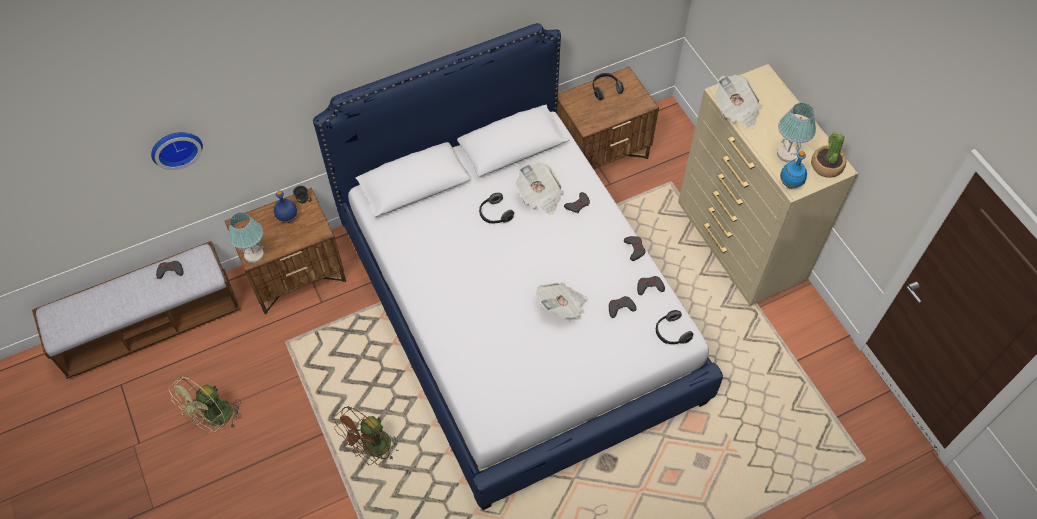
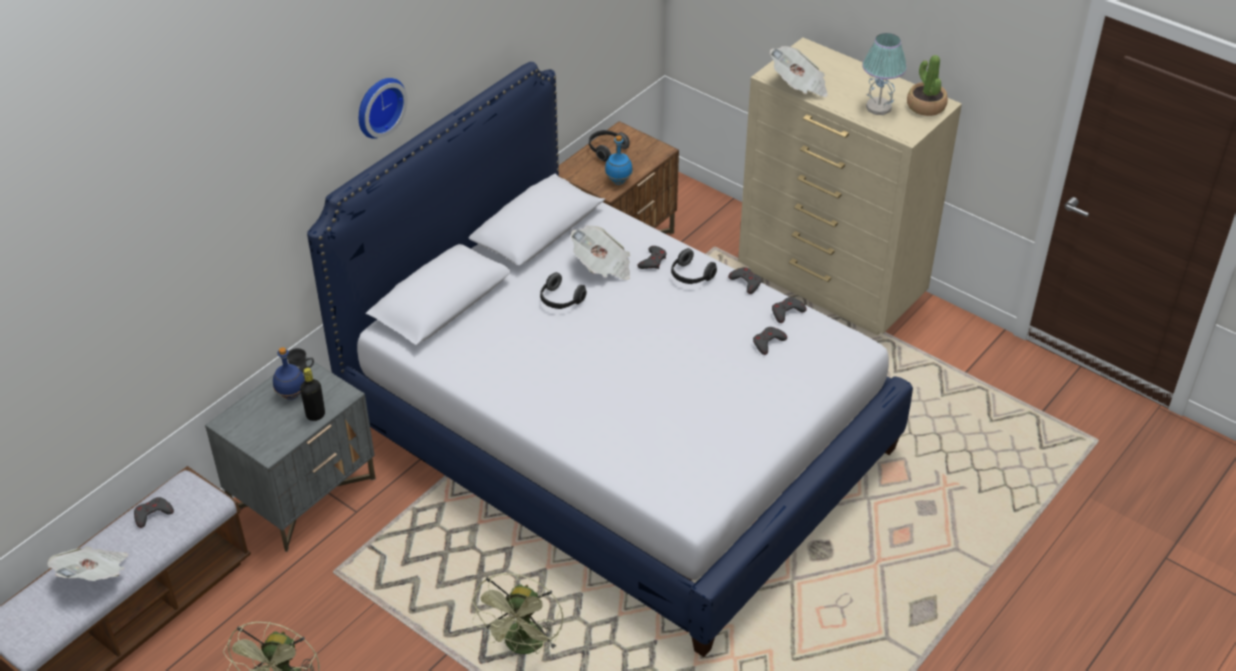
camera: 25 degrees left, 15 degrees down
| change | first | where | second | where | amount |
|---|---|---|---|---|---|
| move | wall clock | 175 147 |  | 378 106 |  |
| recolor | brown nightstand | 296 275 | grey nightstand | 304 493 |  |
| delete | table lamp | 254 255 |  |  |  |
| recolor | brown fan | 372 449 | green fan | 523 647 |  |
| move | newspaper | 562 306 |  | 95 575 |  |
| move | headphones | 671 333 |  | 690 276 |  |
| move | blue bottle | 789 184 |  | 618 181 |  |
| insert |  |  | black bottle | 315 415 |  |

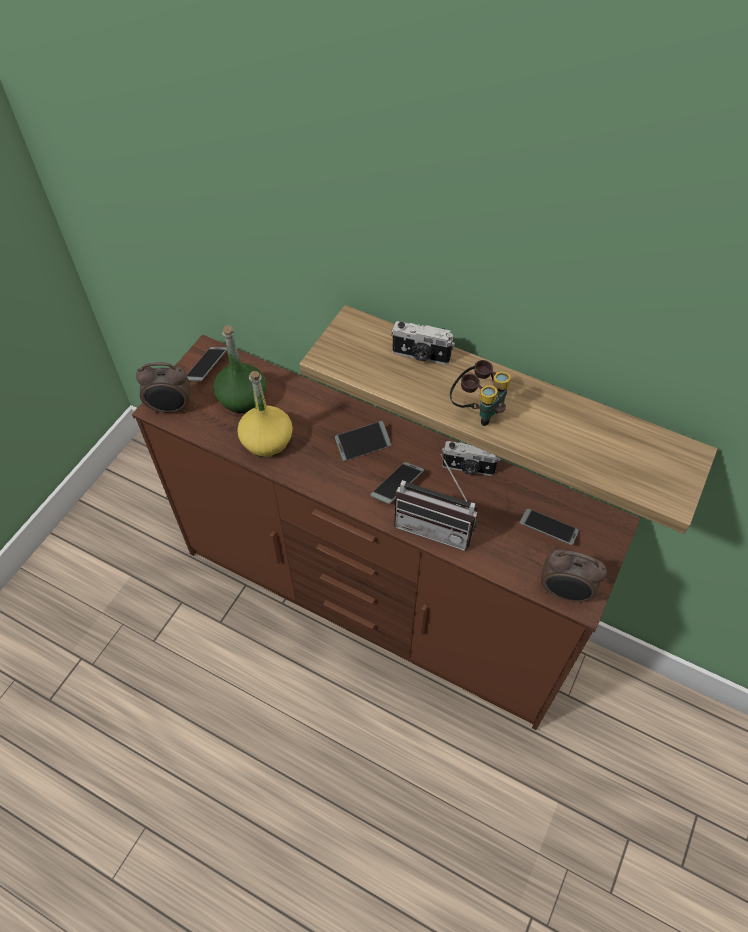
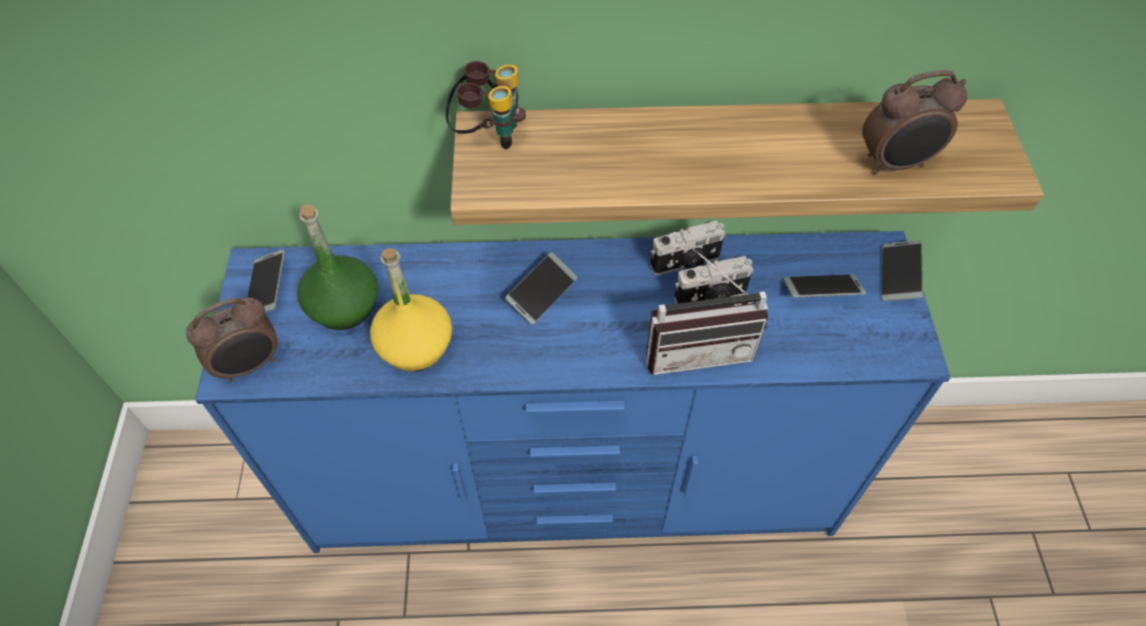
camera: 30 degrees left, 0 degrees up
| change | first | where | second | where | amount |
|---|---|---|---|---|---|
| recolor | brown dresser | 375 599 | blue dresser | 574 487 |  |
| move | phone | 397 486 |  | 899 275 |  |
| move | photo camera | 421 356 |  | 711 297 |  |
| move | binoculars | 477 409 |  | 488 134 |  |
| move | alarm clock | 564 592 |  | 896 164 |  |

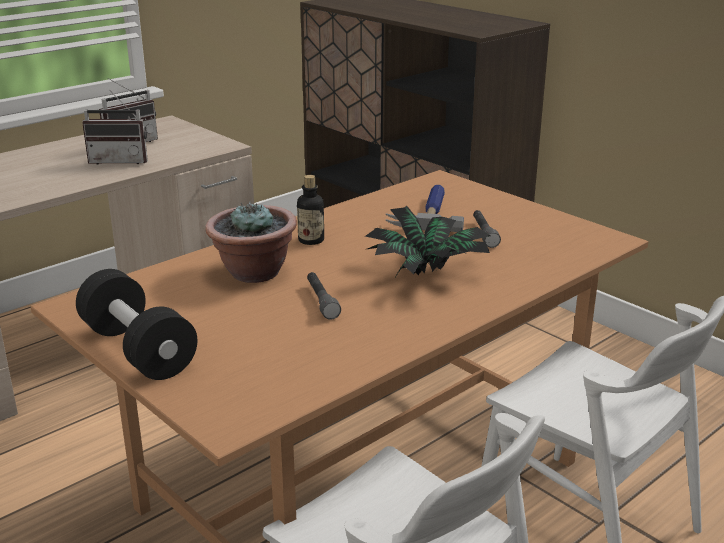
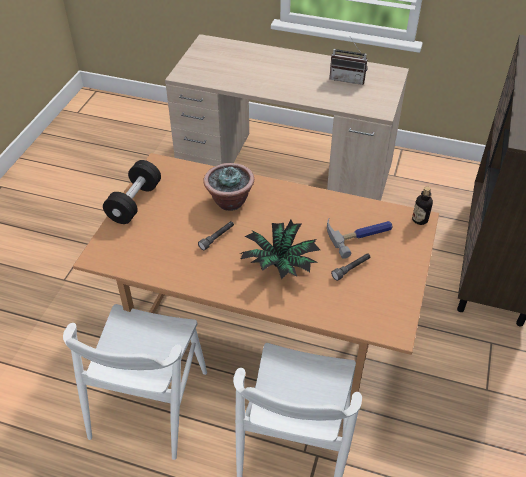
camera: 60 degrees right, 20 degrees up
| change | first | where | second | where | amount |
|---|---|---|---|---|---|
| delete | radio | 120 160 |  |  |  |
| move | bottle | 311 240 |  | 420 219 |  |

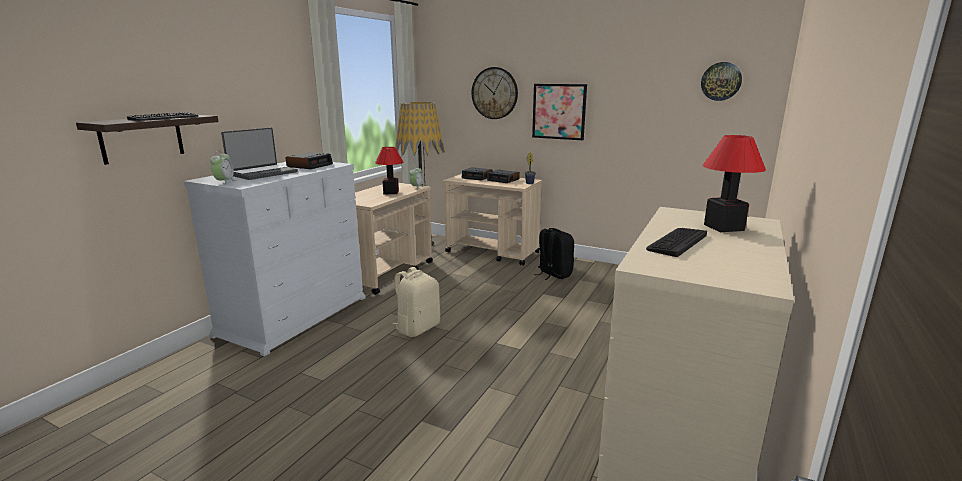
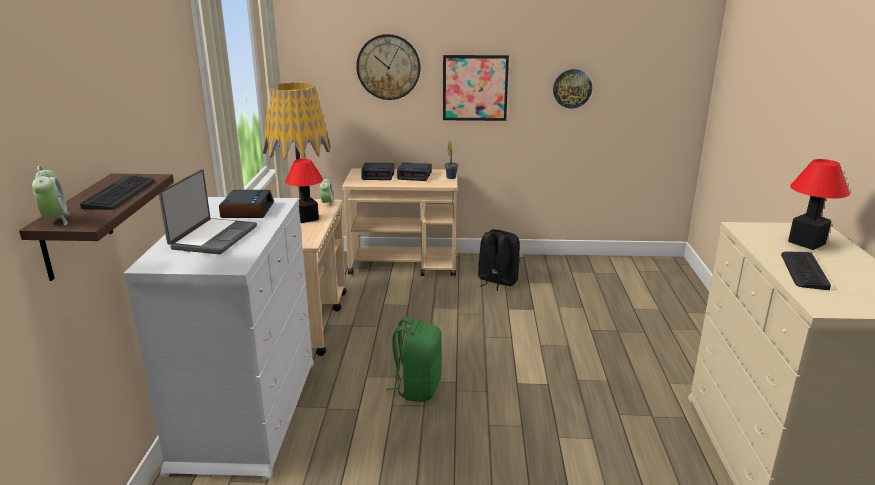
camera: 25 degrees left, 5 degrees up
| change | first | where | second | where | amount |
|---|---|---|---|---|---|
| move | alarm clock | 224 182 |  | 55 220 |  |
| recolor | beige backpack | 417 328 | green backpack | 418 388 |  |
| move | wall clock | 721 81 |  | 572 88 |  |

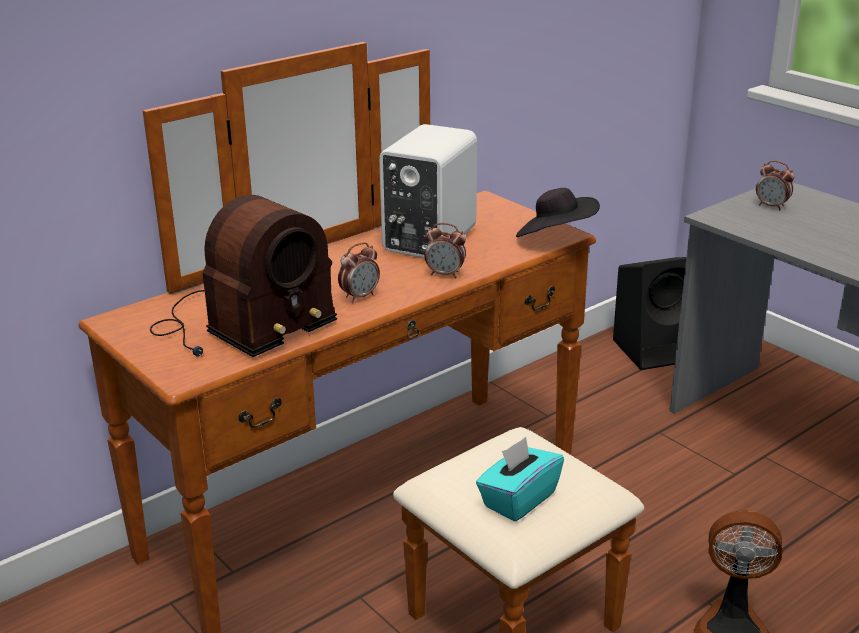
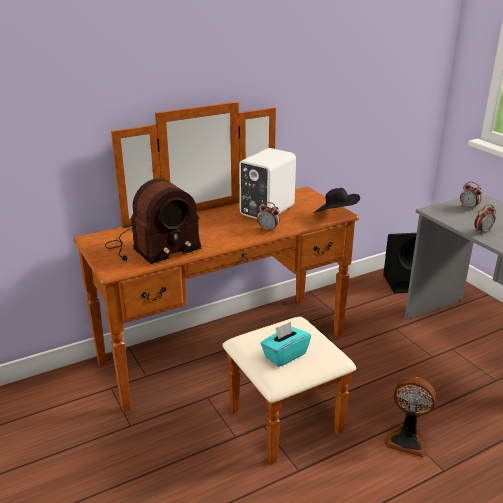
camera: 10 degrees right, 0 degrees up
| change | first | where | second | where | amount |
|---|---|---|---|---|---|
| move | alarm clock | 360 296 |  | 482 231 |  |

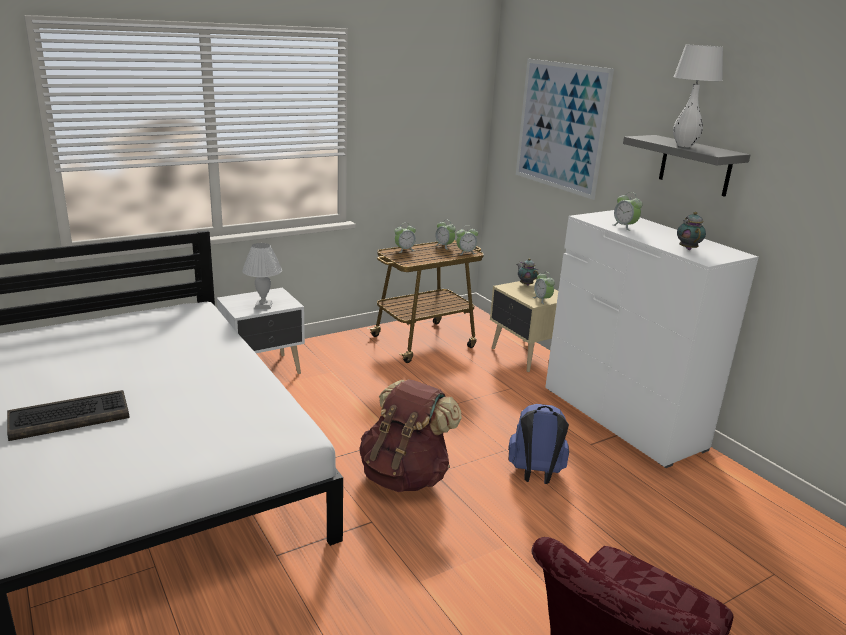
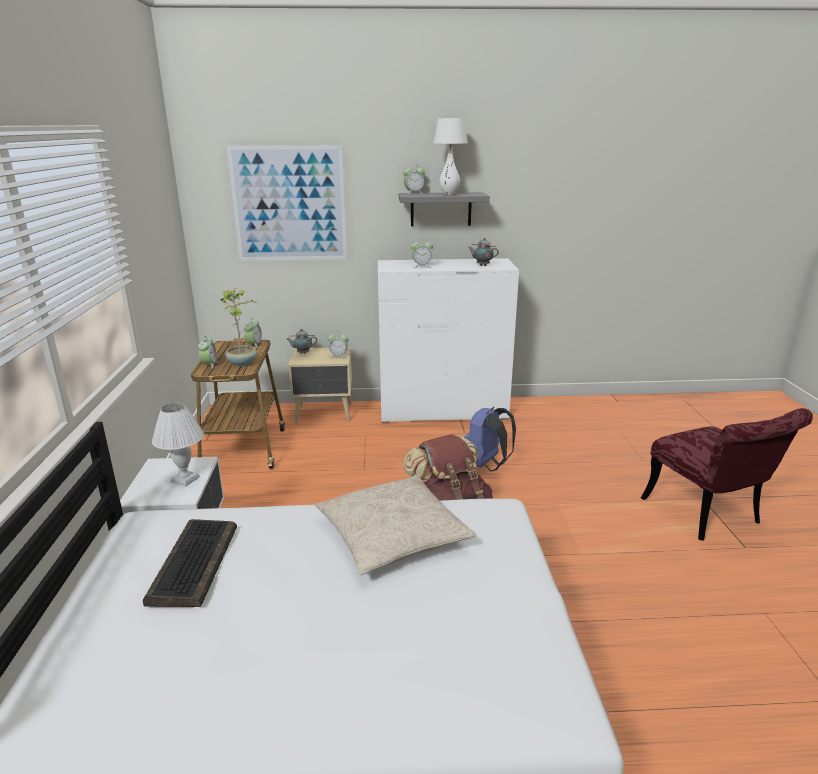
camera: 60 degrees left, 0 degrees up
| change | first | where | second | where | amount |
|---|---|---|---|---|---|
| move | keyboard | 71 417 |  | 193 562 |  |
| move | alarm clock | 444 246 |  | 414 193 |  |
| insert |  |  | potted plant | 243 363 |  |
| insert |  |  | beige pillow | 392 535 |  |

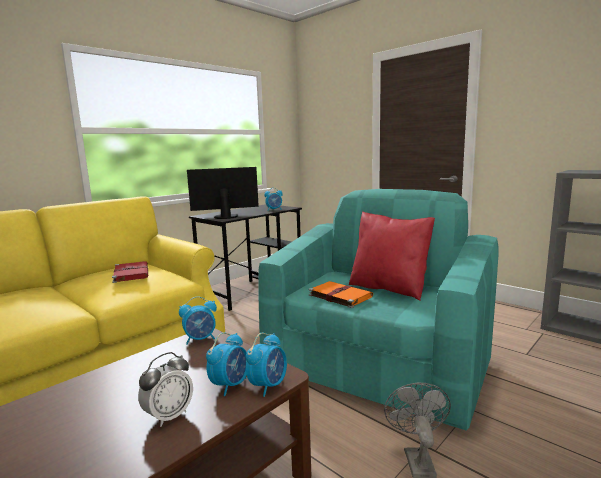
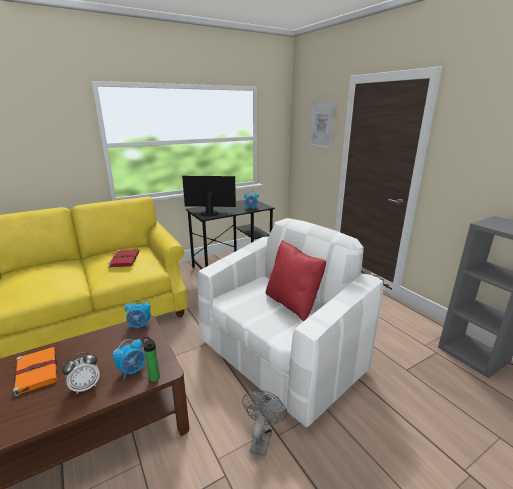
camera: 15 degrees right, 10 degrees up
| change | first | where | second | where | amount |
|---|---|---|---|---|---|
| replace | alarm clock | 268 385 | bottle | 153 377 |  |
| recolor | turquoise armchair | 377 368 | white armchair | 280 356 |  |
| move | orange book | 339 296 |  | 37 371 |  |
| insert |  |  | picture | 321 124 |  |

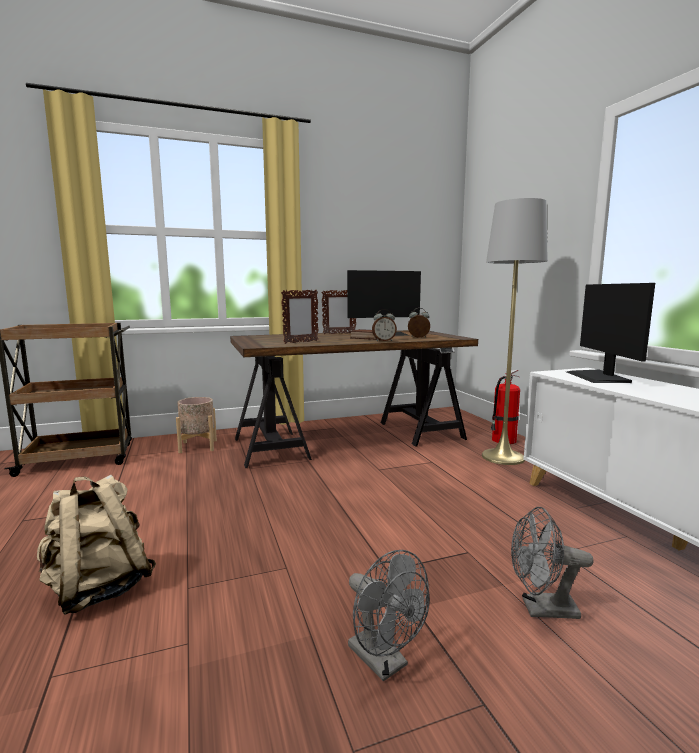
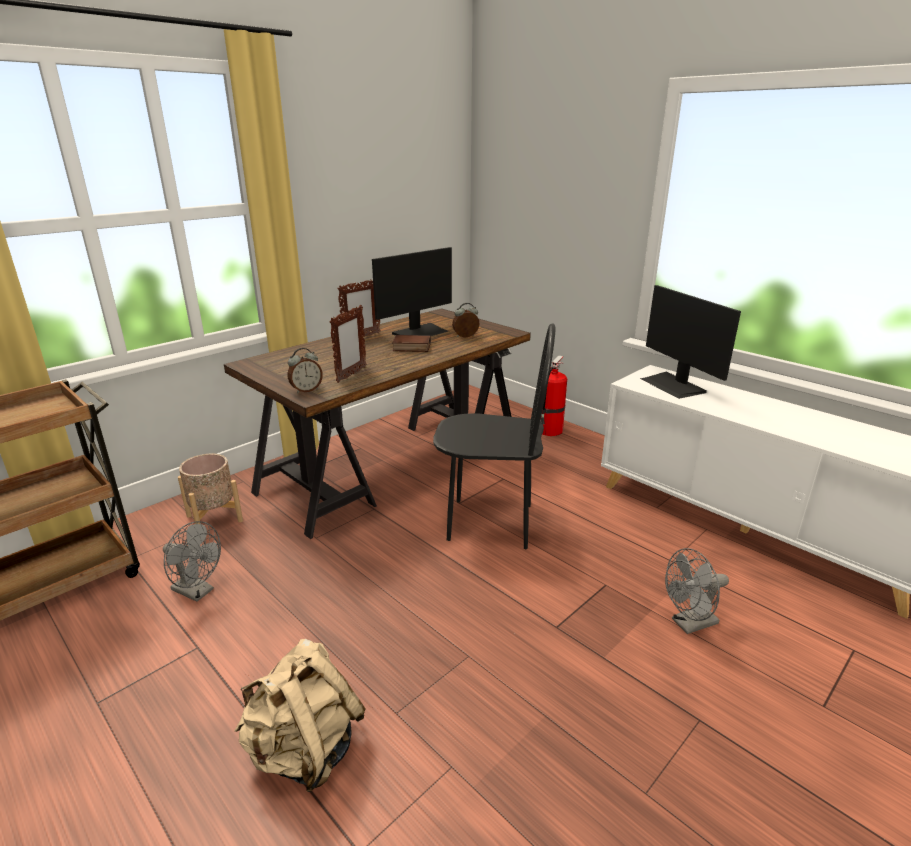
camera: 25 degrees left, 15 degrees up
| change | first | where | second | where | amount |
|---|---|---|---|---|---|
| move | grey fan | 384 662 |  | 198 591 |  |
| move | alarm clock | 383 341 |  | 306 390 |  |
| delete | grey floor lamp | 503 457 |  |  |  |
| insert |  |  | black chair | 490 522 |  |

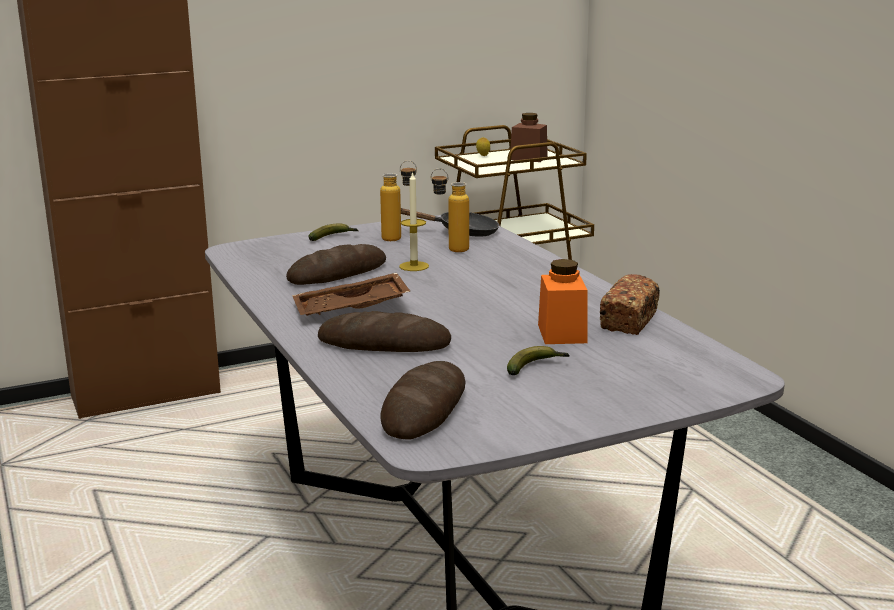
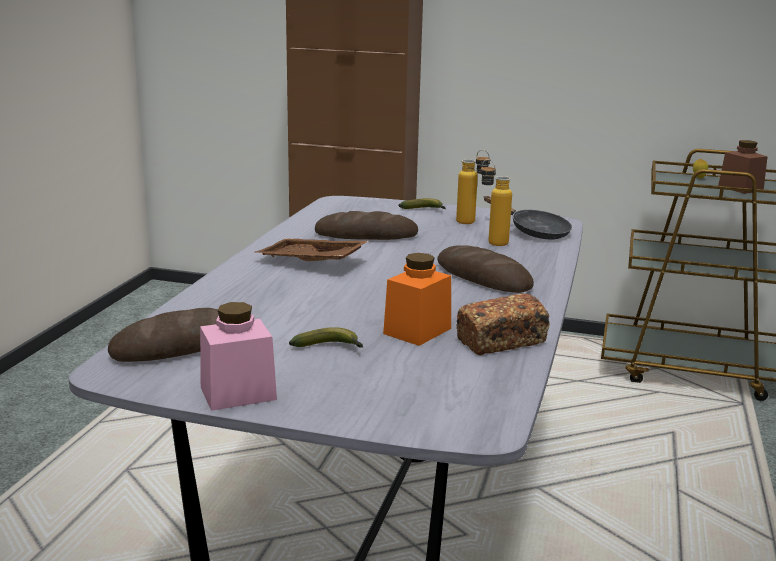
camera: 40 degrees right, 0 degrees up
| change | first | where | second | where | amount |
|---|---|---|---|---|---|
| move | bread | 384 343 |  | 483 277 |  |
| delete | candle | 414 266 |  |  |  |
| insert |  |  | pink jar | 238 393 |  |

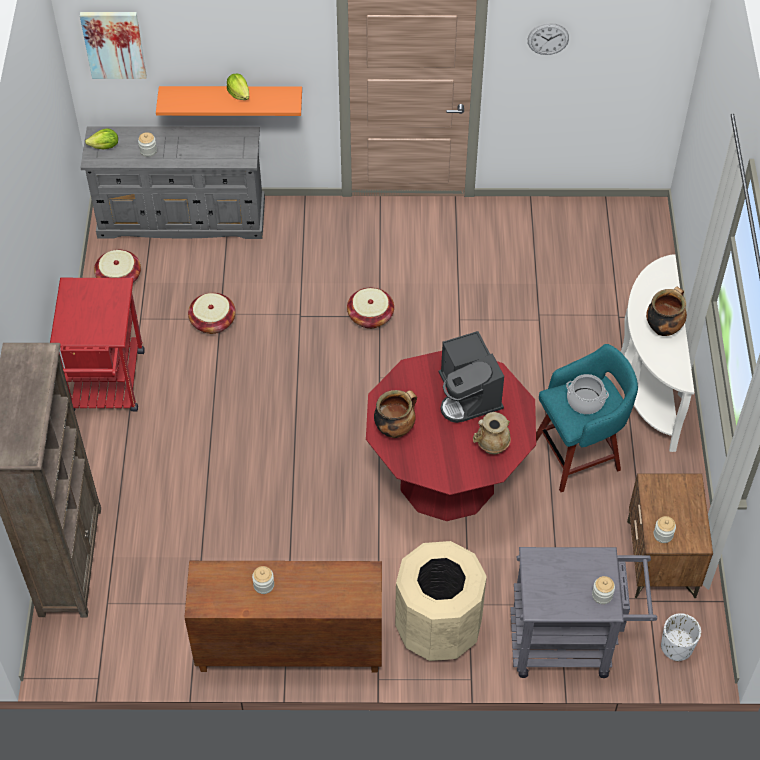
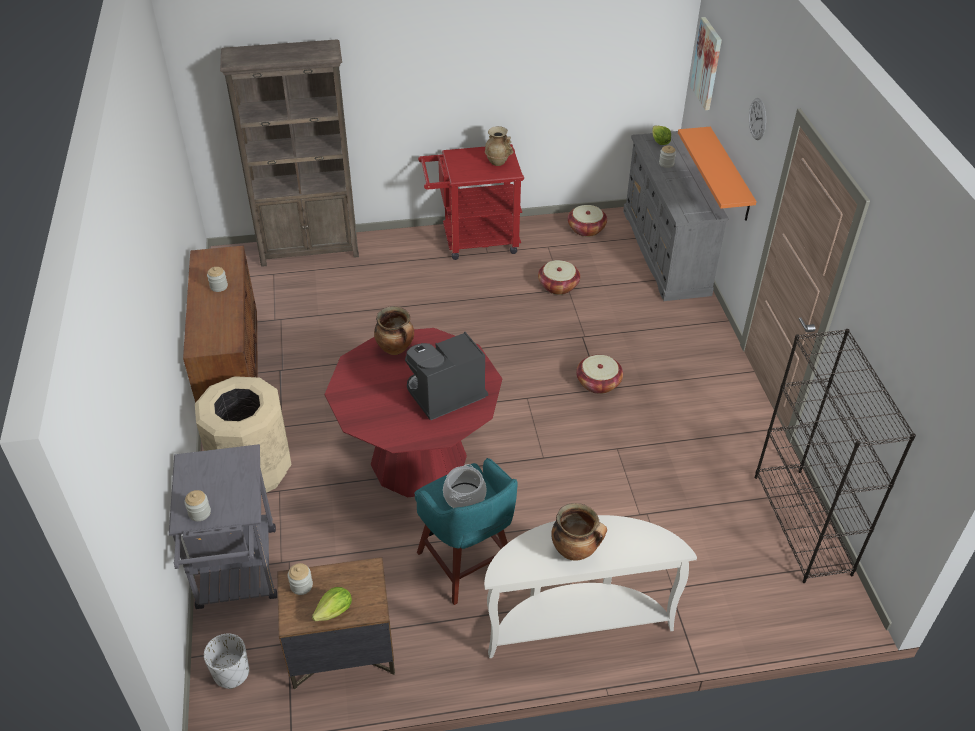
camera: 80 degrees right, 10 degrees down
| change | first | where | second | where | amount |
|---|---|---|---|---|---|
| move | lettuce | 239 94 |  | 335 612 |  |
| move | beige vase | 491 446 |  | 498 161 |  |
| move | wall clock | 548 39 |  | 757 119 |  |
| insert |  |  | black bookcase | 802 525 |  |

